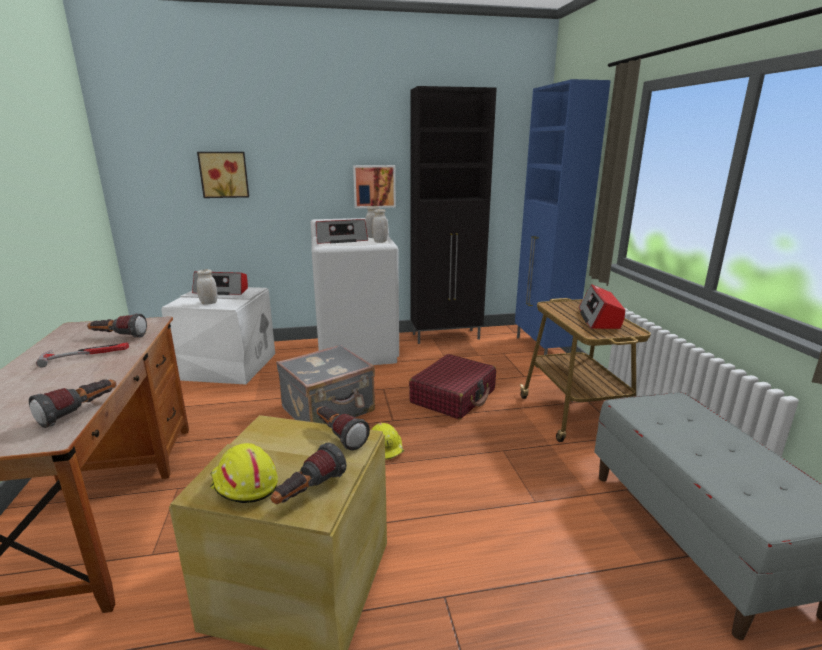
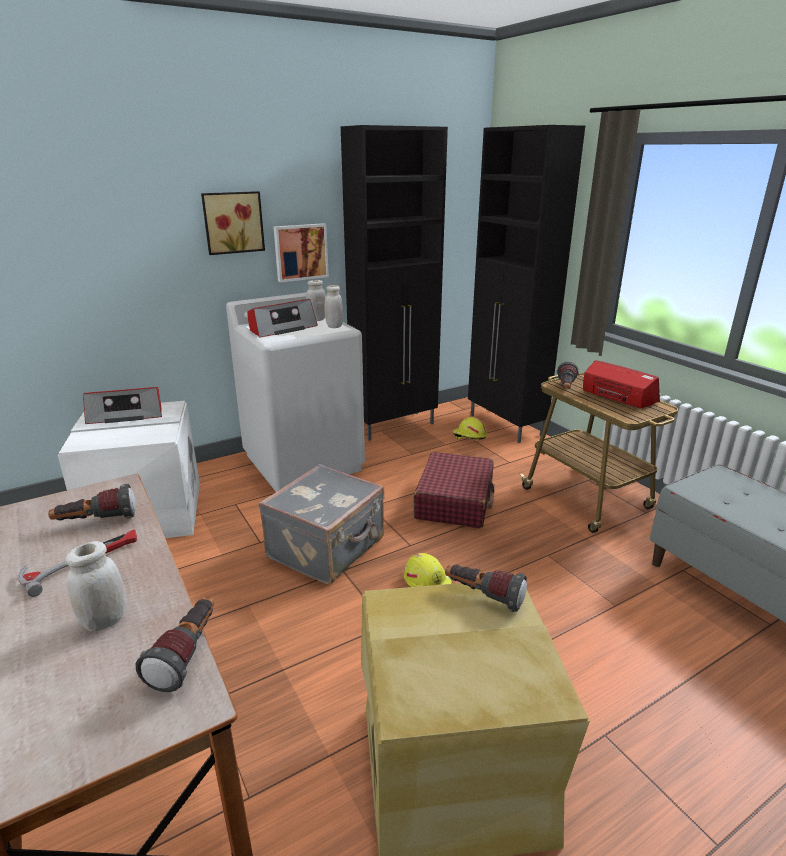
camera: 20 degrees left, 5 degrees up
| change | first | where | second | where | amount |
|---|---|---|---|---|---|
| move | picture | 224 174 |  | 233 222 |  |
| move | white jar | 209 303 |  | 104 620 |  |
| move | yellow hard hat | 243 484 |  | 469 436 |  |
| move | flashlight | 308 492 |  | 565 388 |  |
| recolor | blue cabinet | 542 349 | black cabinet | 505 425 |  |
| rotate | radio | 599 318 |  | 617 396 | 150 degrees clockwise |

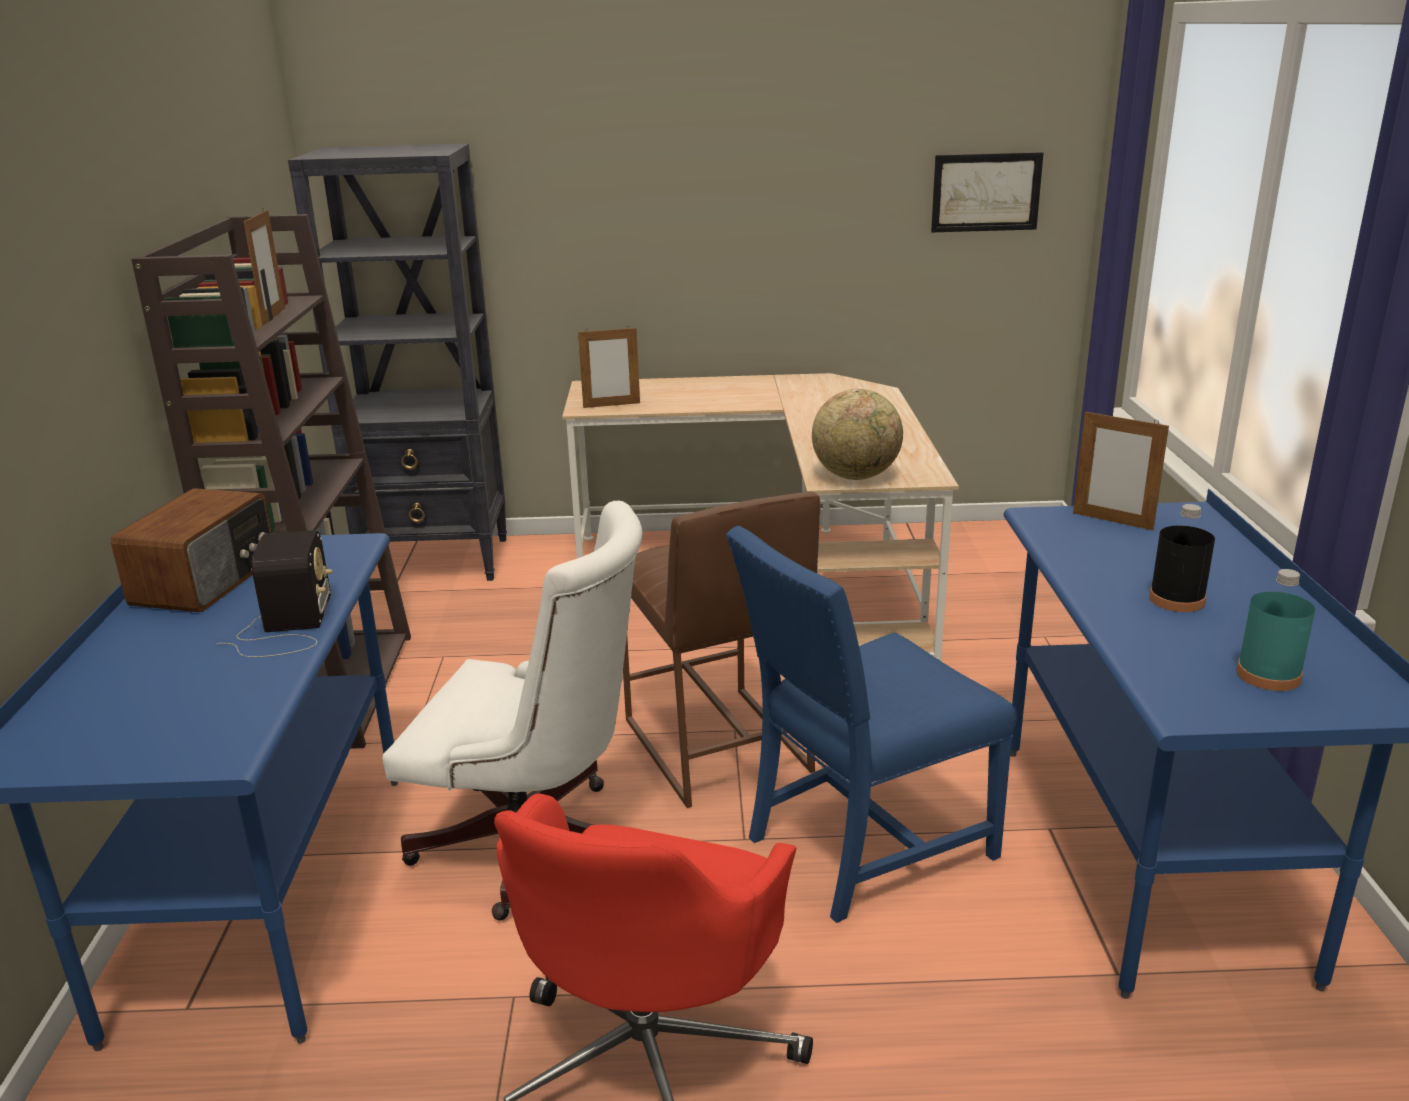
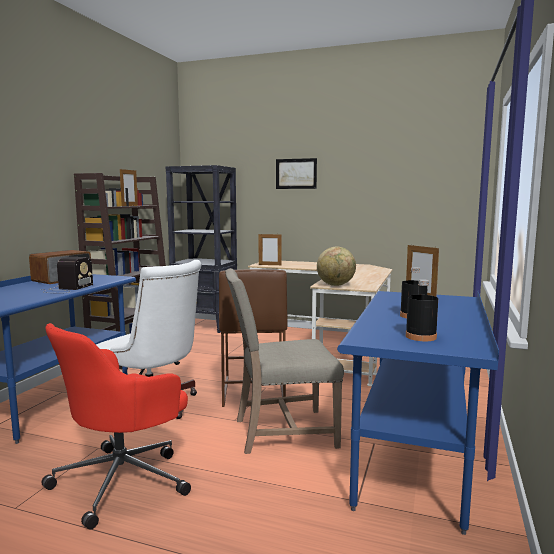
camera: 20 degrees right, 15 degrees down
| change | first | where | second | where | amount |
|---|---|---|---|---|---|
| recolor | blue chair | 862 846 | beige chair | 281 432 |  |
| move | picture | 986 192 |  | 296 173 |  |
| recolor | turquoise bottle | 1268 675 | black bottle | 420 337 |  |

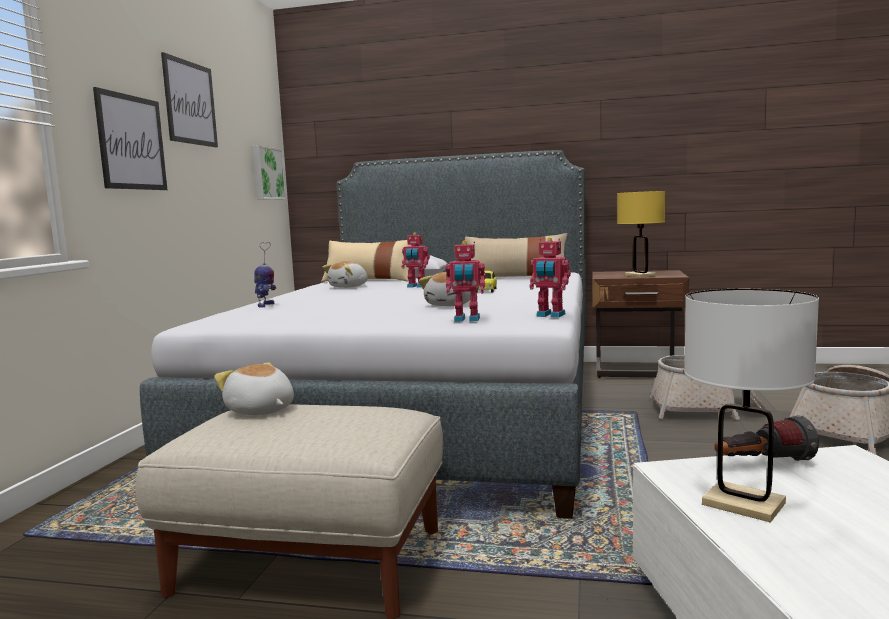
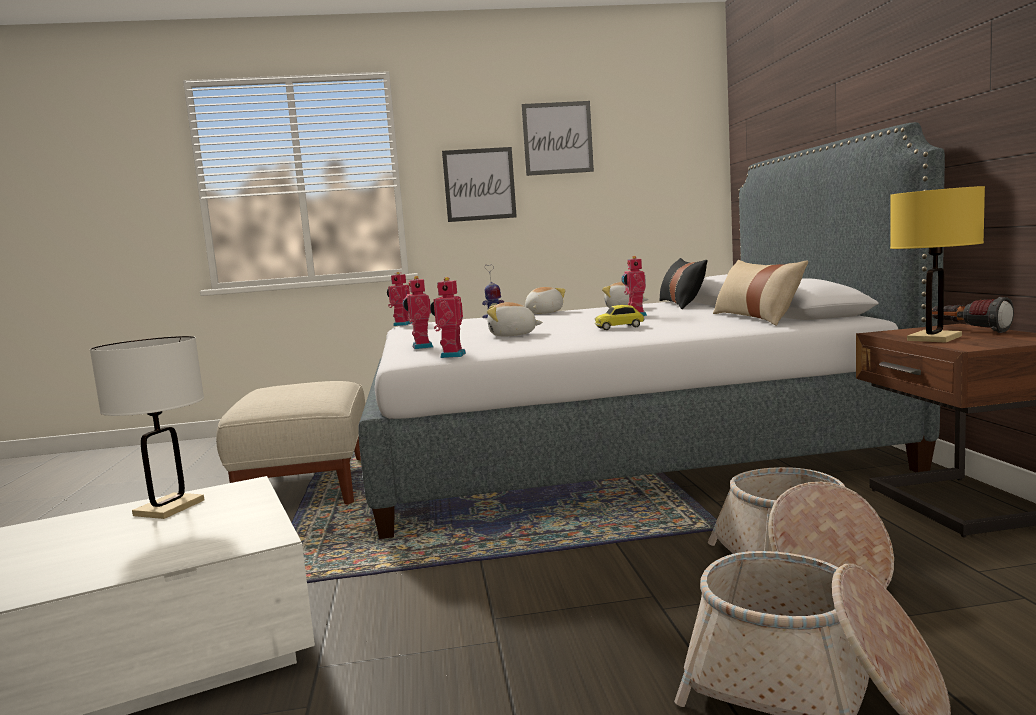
camera: 70 degrees right, 0 degrees up
| change | first | where | second | where | amount |
|---|---|---|---|---|---|
| move | plush toy | 260 411 |  | 543 313 |  |
| delete | picture | 267 173 |  |  |  |
| recolor | beige pillow | 369 280 | black pillow | 682 304 |  |
| move | flashlight | 762 464 |  | 967 331 |  |
| insert |  |  | toy robot | 401 324 |  |

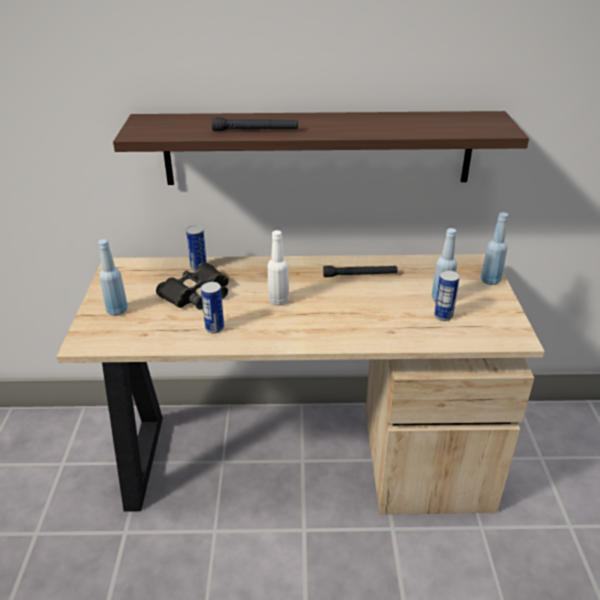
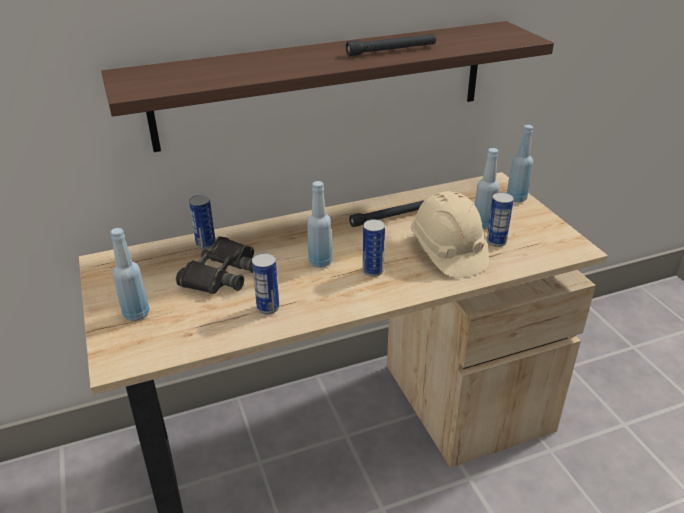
camera: 20 degrees left, 0 degrees up
| change | first | where | second | where | amount |
|---|---|---|---|---|---|
| move | black flashlight | 255 130 |  | 391 51 |  |
| recolor | white bottle | 278 301 | blue bottle | 320 262 |  |
| insert |  |  | can | 373 271 |  |
| insert |  |  | beige hard hat | 447 252 |  |

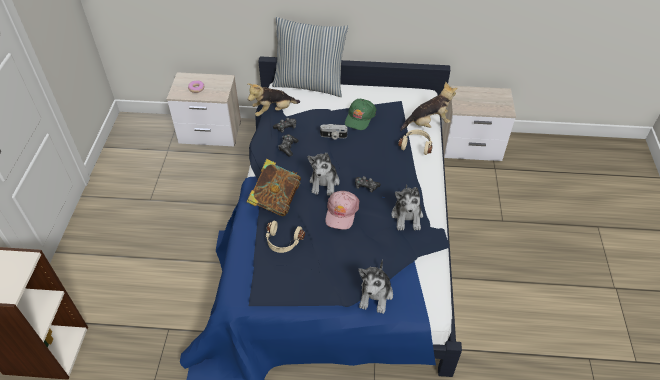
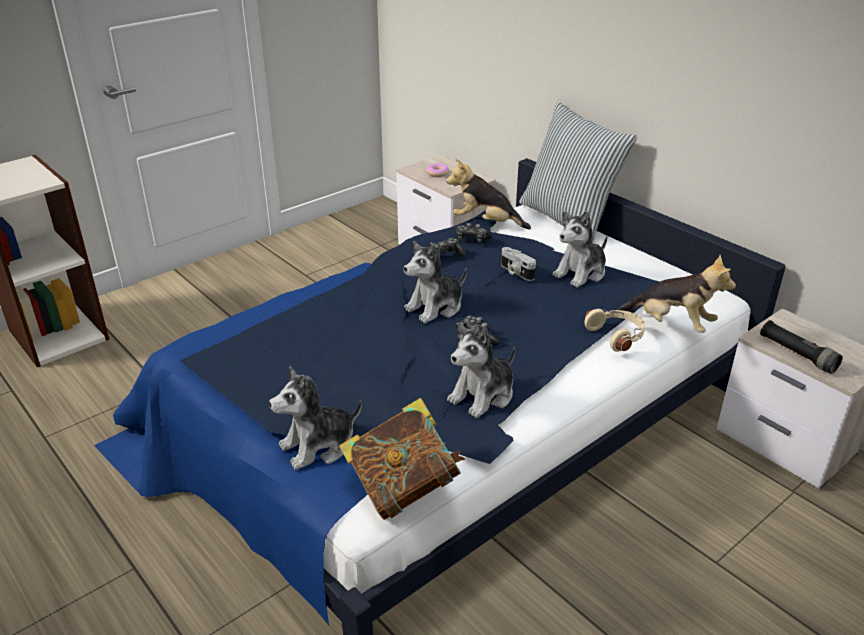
camera: 45 degrees right, 15 degrees down
| change | first | where | second | where | amount |
|---|---|---|---|---|---|
| move | book | 275 201 |  | 403 488 |  |
| delete | beige headphones | 283 242 |  |  |  |
| delete | pink cap | 341 212 |  |  |  |
| replace | green cap | 359 117 | plush toy | 581 273 |  |
| insert |  |  | black flashlight | 797 354 |  |

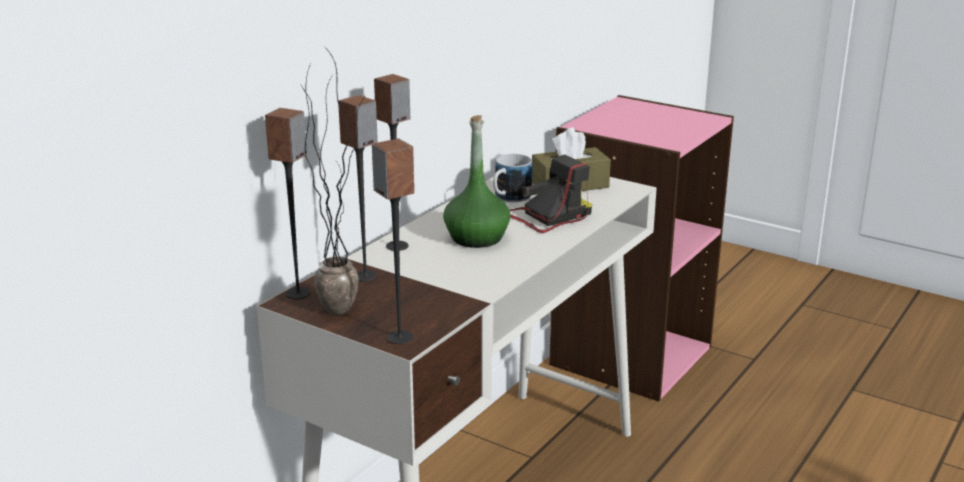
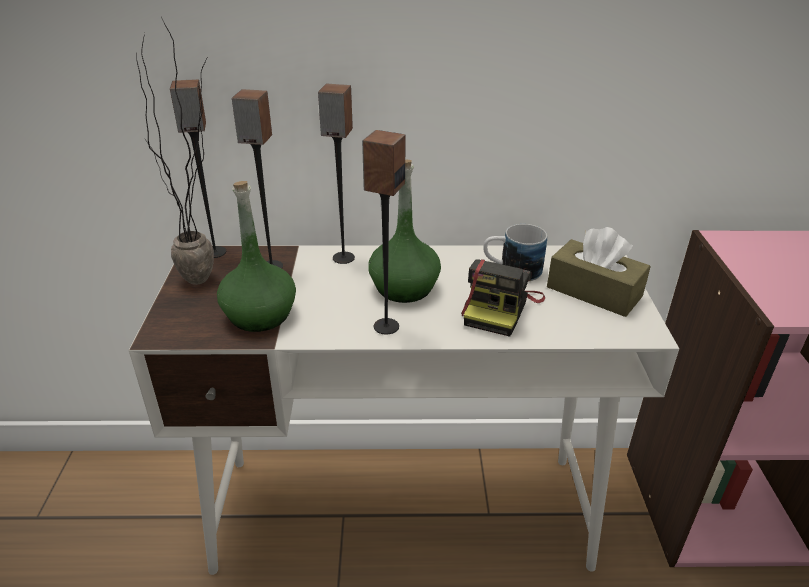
camera: 55 degrees right, 10 degrees up
| change | first | where | second | where | amount |
|---|---|---|---|---|---|
| move | speaker | 399 338 |  | 385 326 |  |
| rotate | photo camera | 548 217 |  | 500 308 | 90 degrees clockwise |
| insert |  |  | green bottle | 259 315 |  |

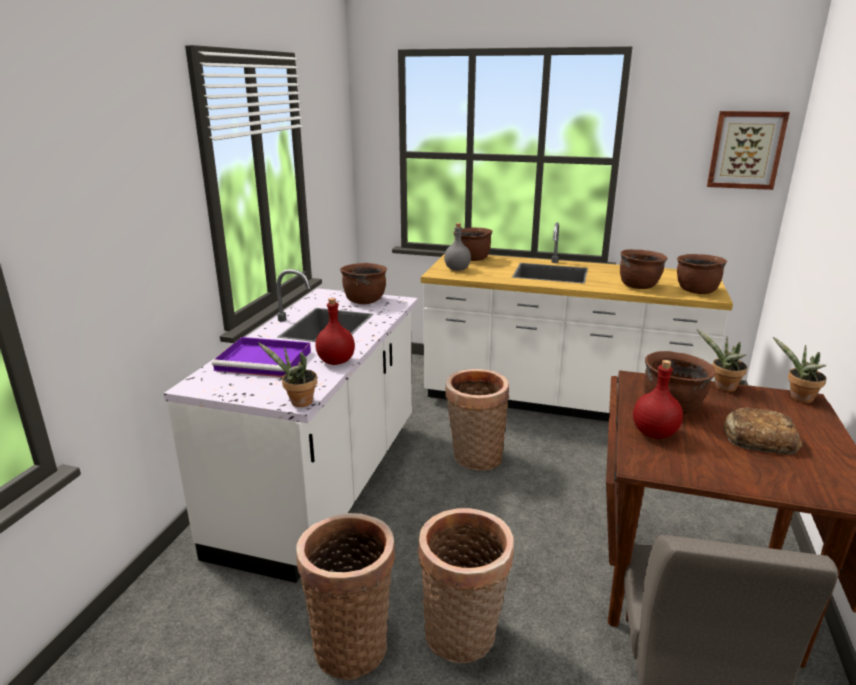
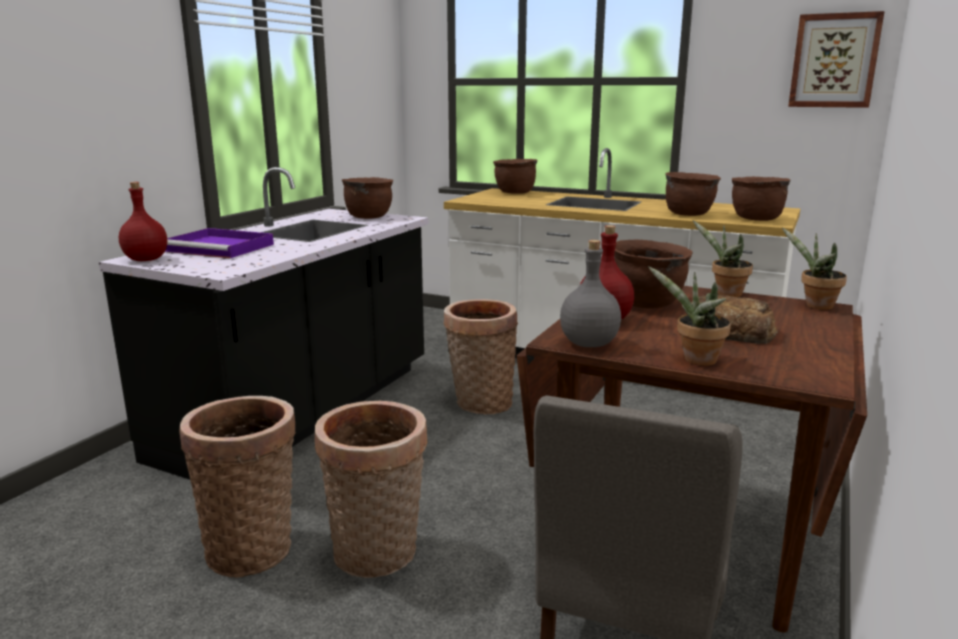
camera: 10 degrees right, 5 degrees down
| change | first | where | second | where | amount |
|---|---|---|---|---|---|
| recolor | white counter | 324 484 | black counter | 302 412 |  |
| move | potted plant | 298 402 |  | 695 360 |  |
| move | red bottle | 335 361 |  | 145 260 |  |
| move | grey bottle | 457 269 |  | 588 344 |  |

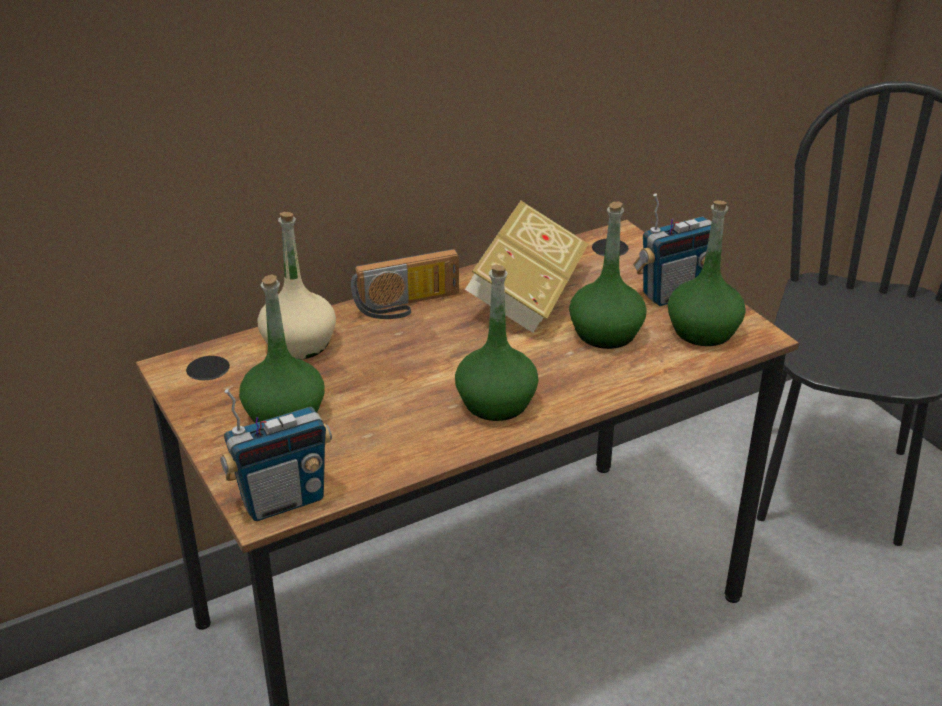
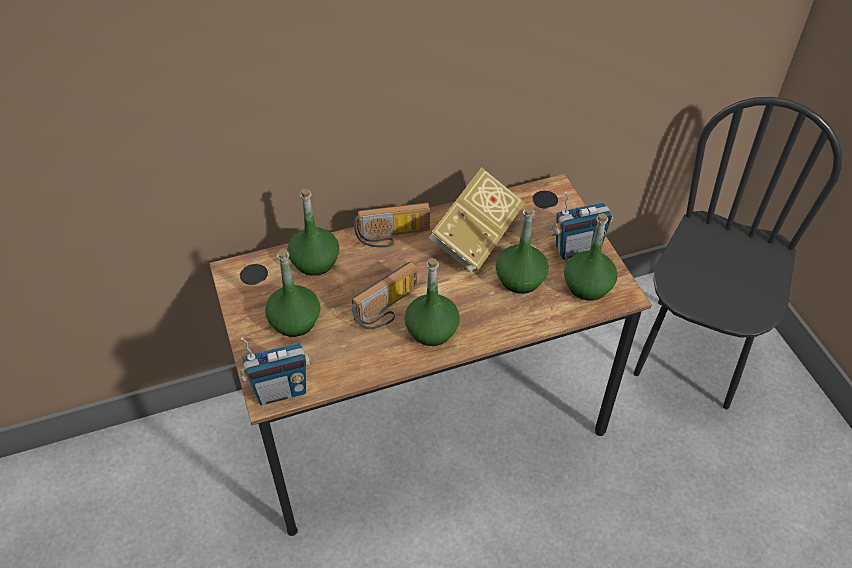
camera: 10 degrees right, 15 degrees up
| change | first | where | second | where | amount |
|---|---|---|---|---|---|
| recolor | beige bottle | 299 344 | green bottle | 315 261 |  |
| insert |  |  | radio | 388 309 |  |

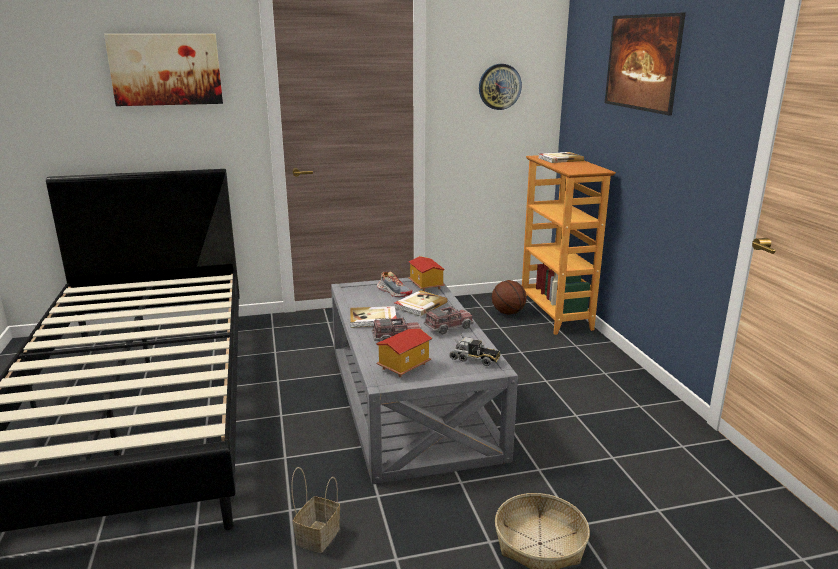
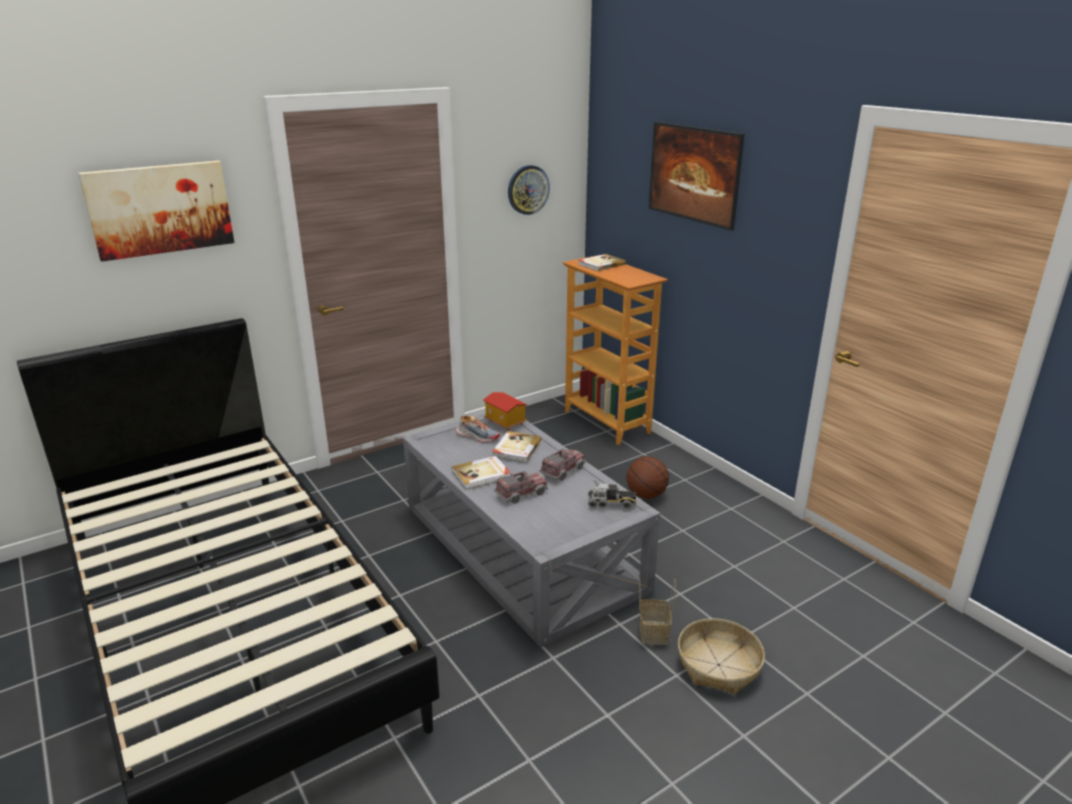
camera: 20 degrees left, 5 degrees up
| change | first | where | second | where | amount |
|---|---|---|---|---|---|
| move | basket | 318 535 |  | 652 631 |  |
| delete | toy house | 404 366 |  |  |  |
| move | basketball | 508 313 |  | 646 495 |  |

